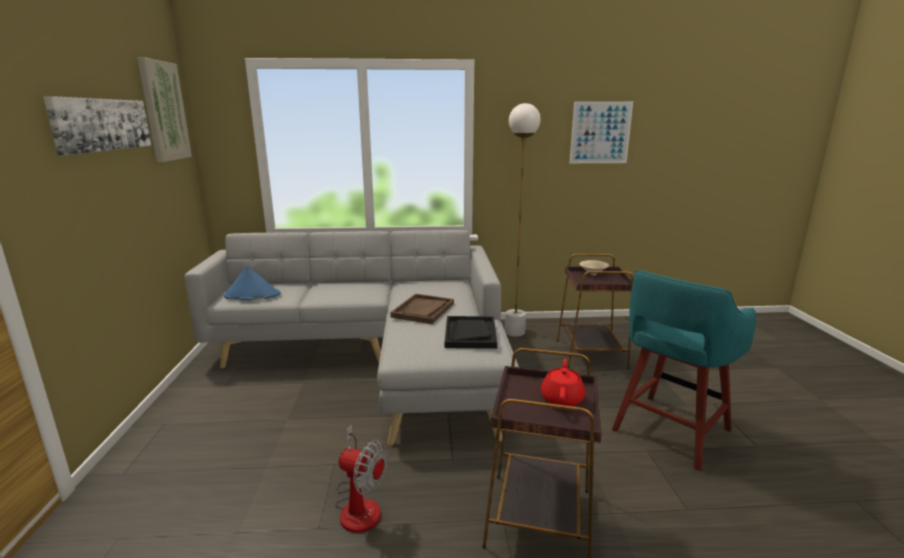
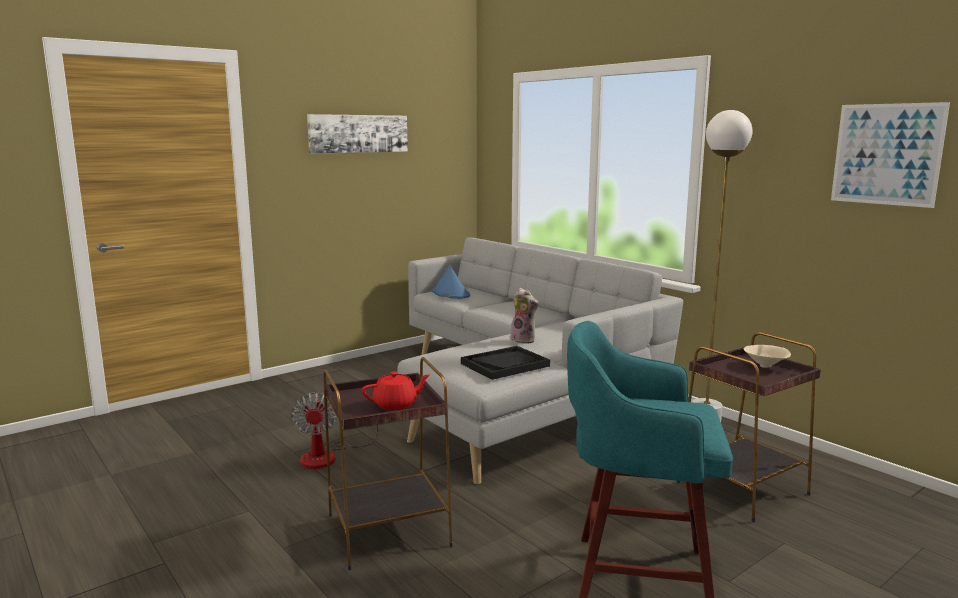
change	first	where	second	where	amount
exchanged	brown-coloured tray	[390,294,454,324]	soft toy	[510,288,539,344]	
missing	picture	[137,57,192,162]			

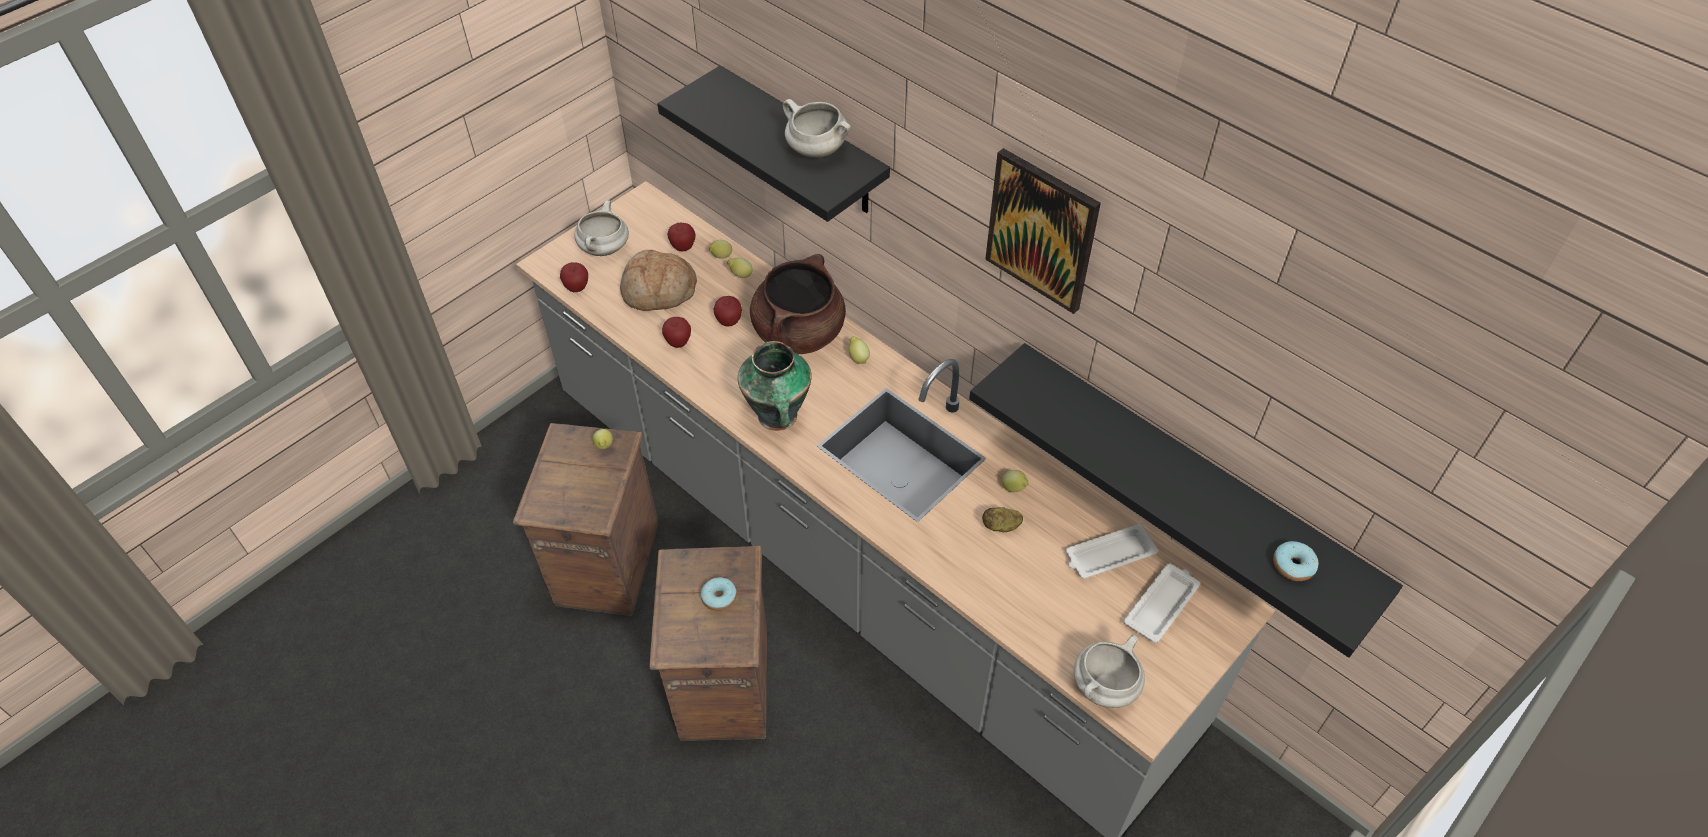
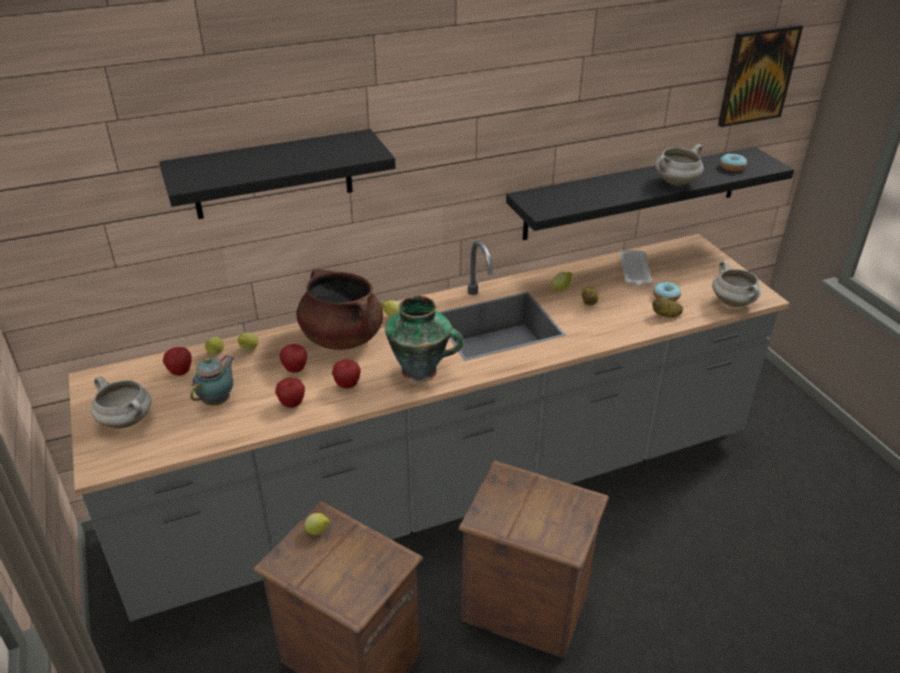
change	first	where	second	where	amount
exchanged	bread	[620,250,697,311]	teapot	[190,355,234,406]	
relocated	apple	[560,262,588,292]		[332,359,361,388]	
appeared			whole potato	[652,298,683,318]	
relocated	doughnut	[700,577,737,611]		[653,282,681,301]	
relocated	white-coloured cooking pot	[783,99,851,158]		[655,144,704,186]	
relocated	picture	[985,148,1101,314]		[718,24,803,127]	
missing	white-coloured tray	[1124,564,1200,643]			

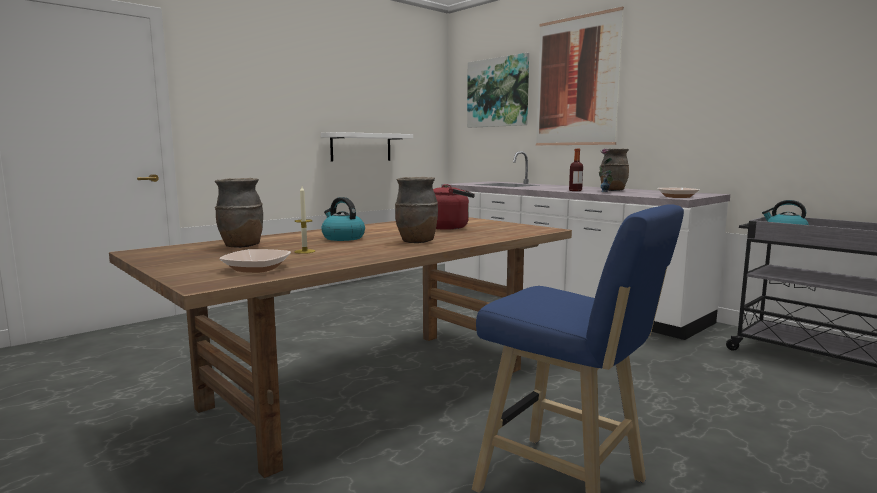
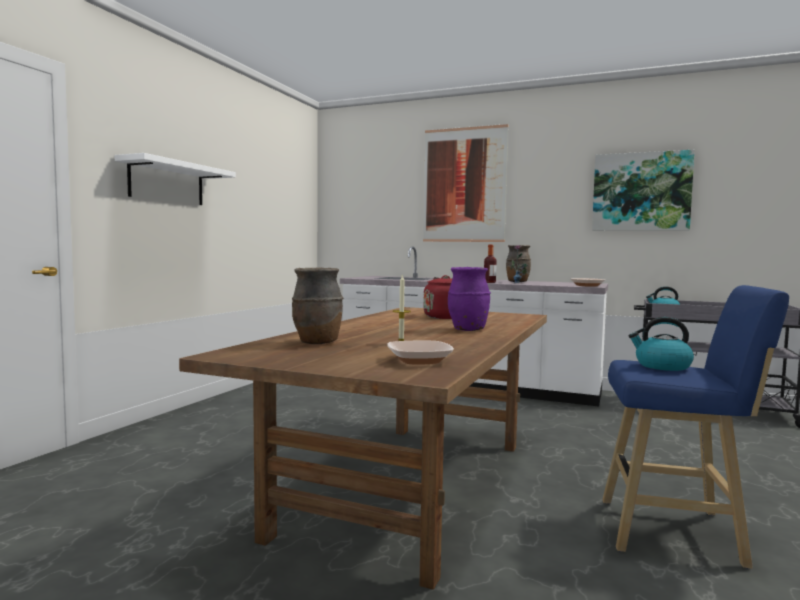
change	first	where	second	where	amount
relocated	white-coloured bracket shelf	[321,132,413,161]		[115,153,236,205]	
colour	brown-coloured flower vase	[395,177,438,243]	purple flower vase	[448,267,491,331]	
relocated	picture	[467,53,529,128]		[592,150,695,231]	
relocated	kettle	[321,197,365,241]		[628,317,694,371]	

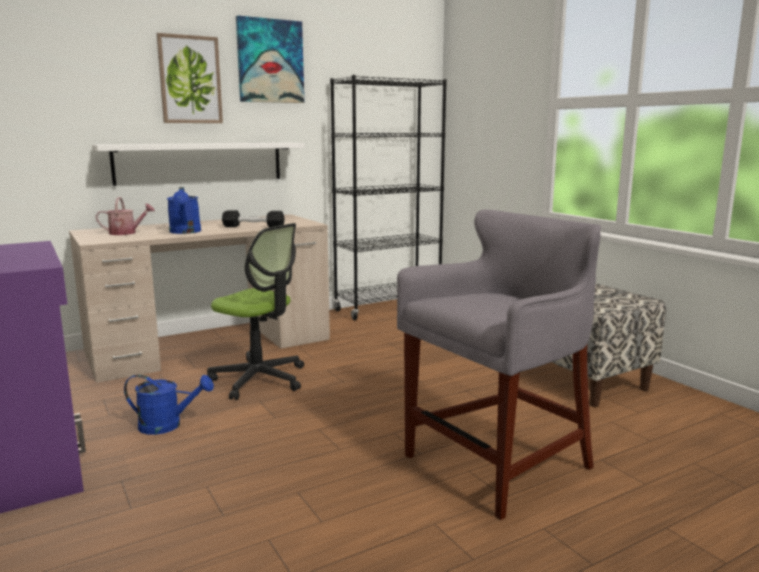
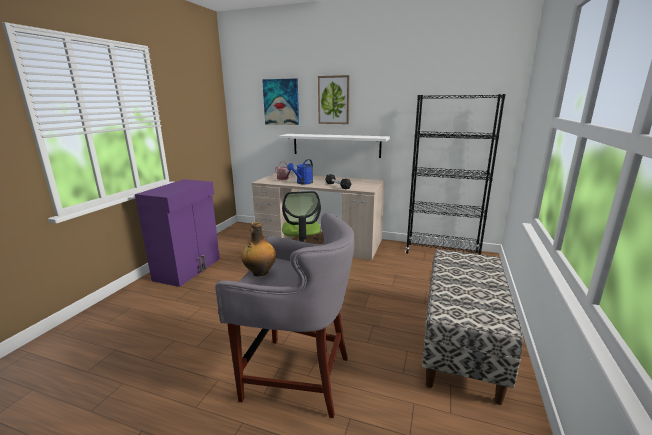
change	first	where	second	where	amount
appeared			drink bottle	[241,222,276,276]	
relocated	picture	[236,16,304,103]		[262,78,299,125]	
missing	blue watering pot	[124,374,214,435]			

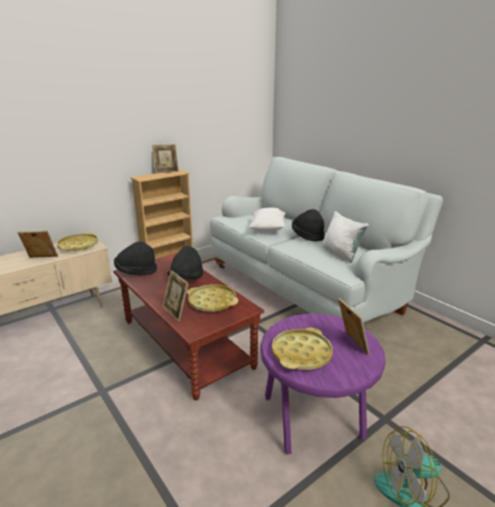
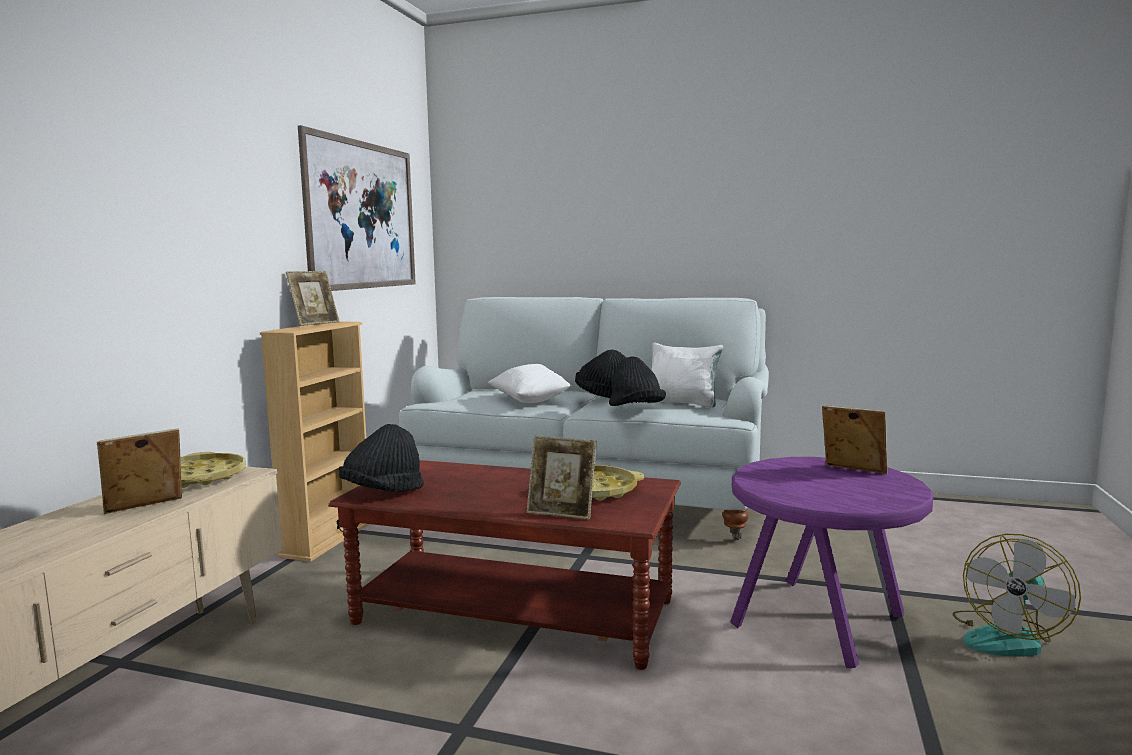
change	first	where	second	where	amount
appeared			picture	[298,125,416,291]	
relocated	black-coloured clothing hat	[167,246,203,279]		[609,356,666,406]	
missing	yellow-coloured tray	[272,328,333,370]			

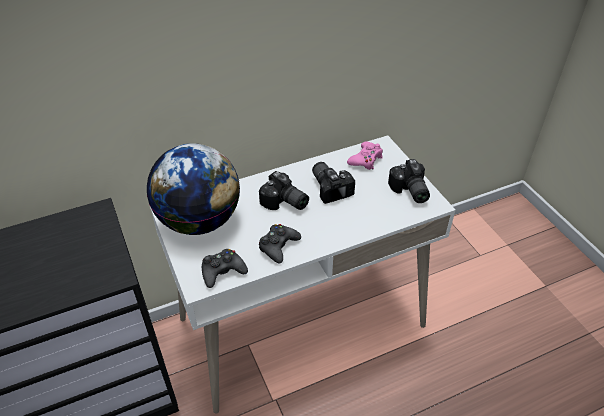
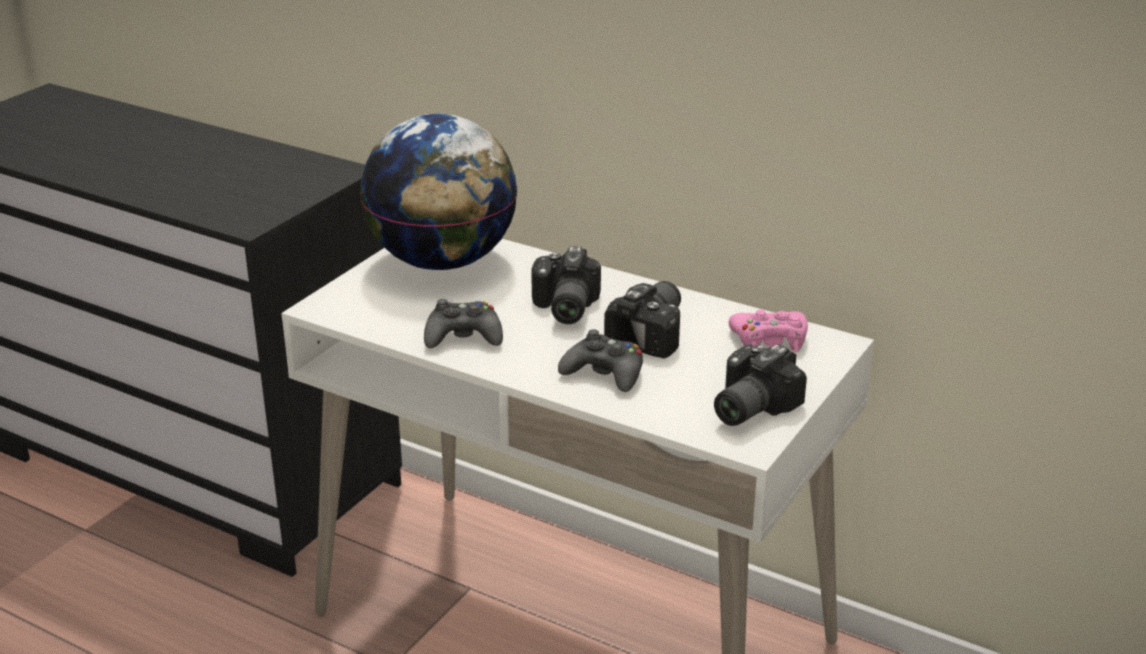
change	first	where	second	where	amount
relocated	black-coloured joypad	[202,249,248,288]		[558,329,643,392]	

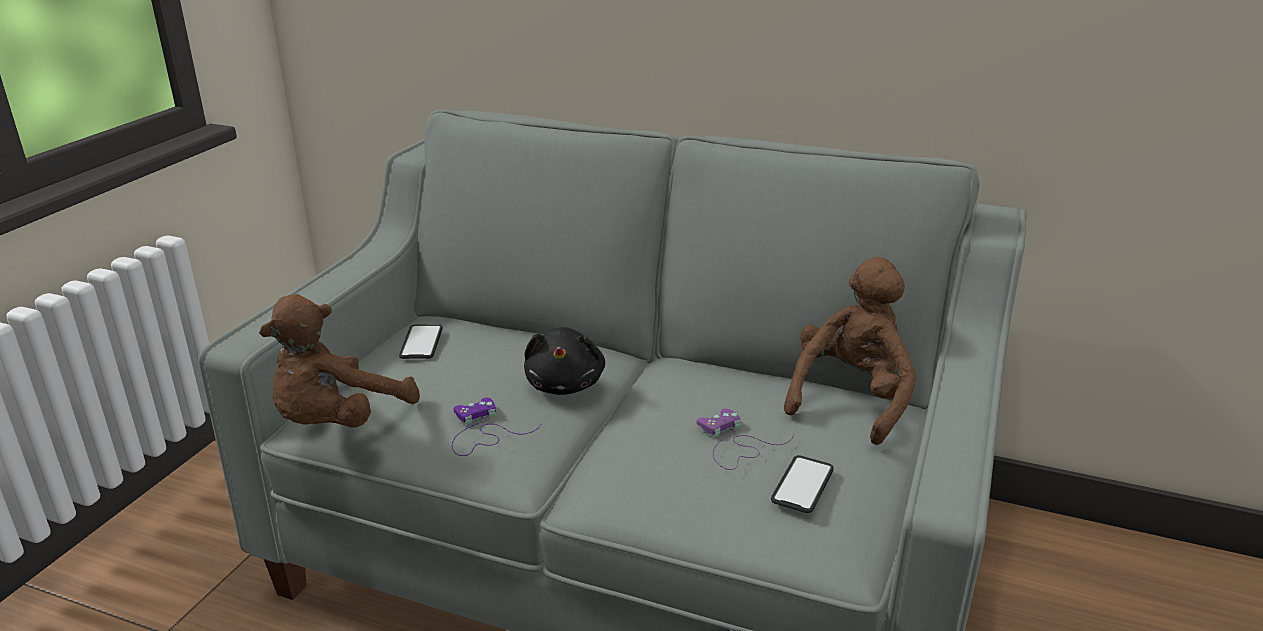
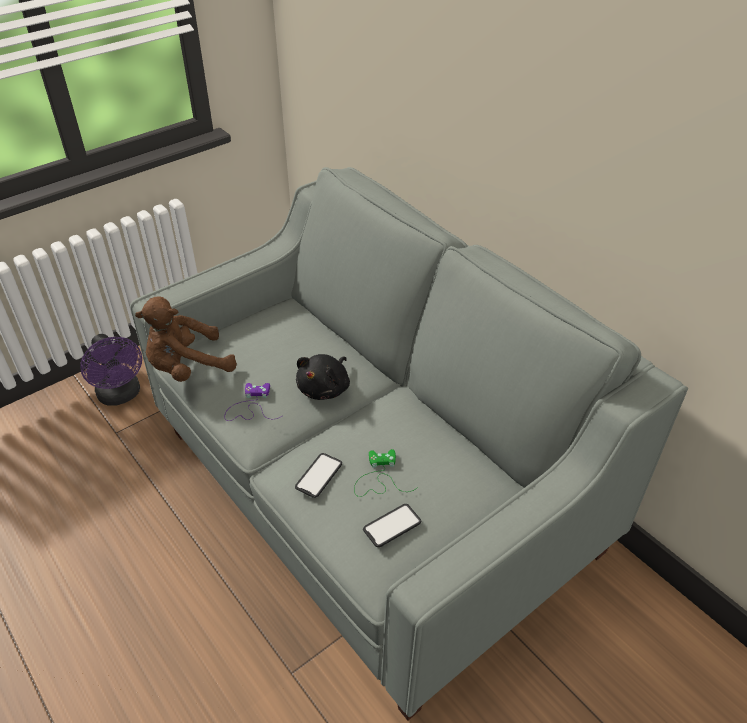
change	first	where	second	where	amount
appeared			purple fan	[80,334,142,406]	
relocated	phone	[399,324,443,359]		[295,453,342,498]	
colour	purple joypad	[696,409,794,470]	green joypad	[354,449,418,497]	
missing	brown-coloured soft toy	[784,257,916,445]			

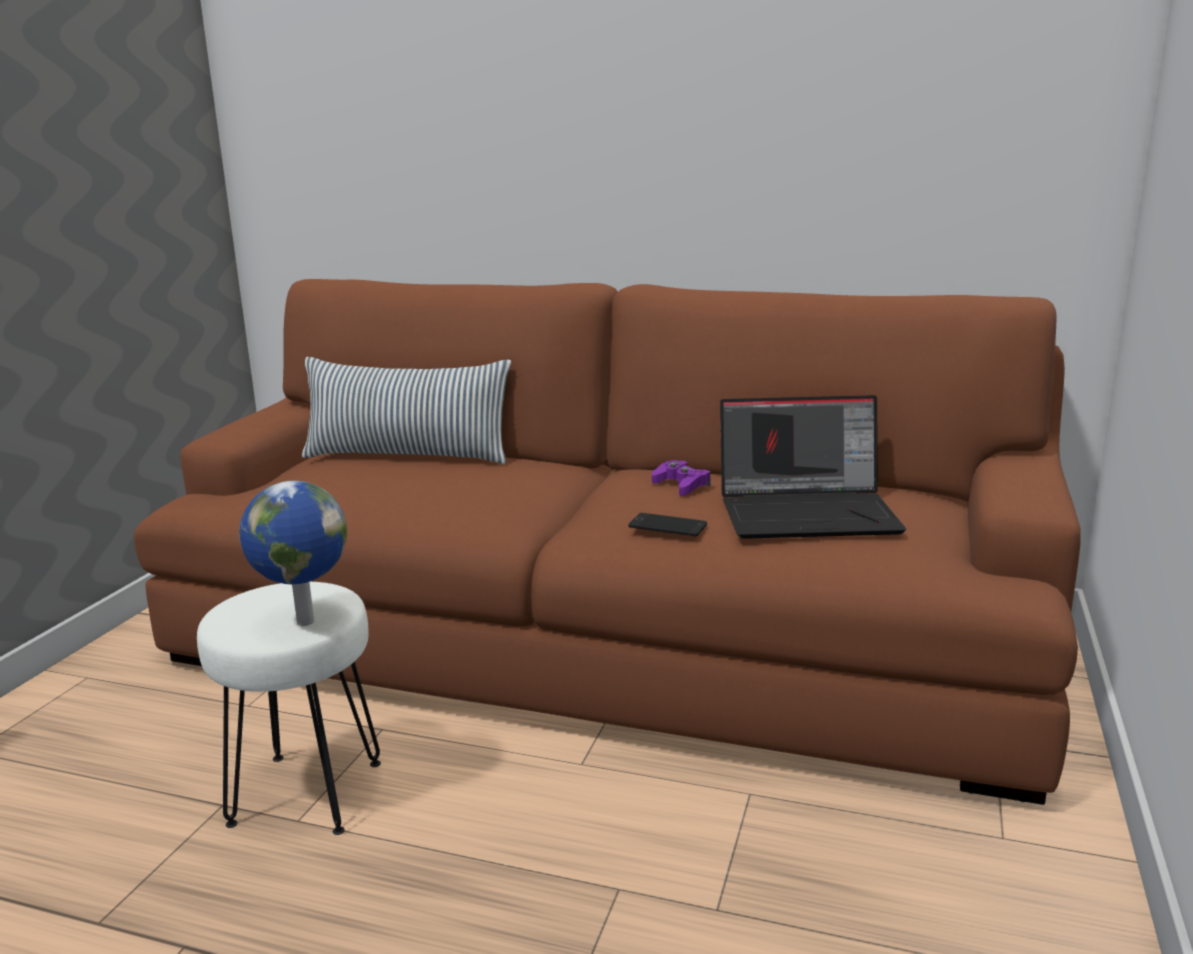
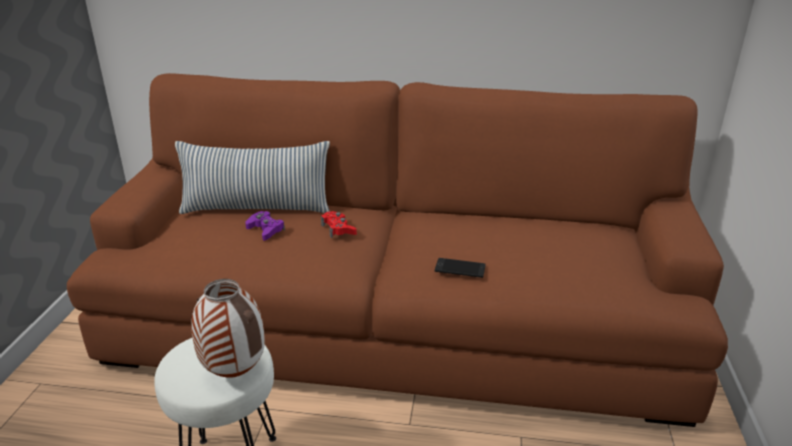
change	first	where	second	where	amount
exchanged	world globe	[239,481,347,626]	flower vase	[191,279,265,378]	
relocated	purple joypad	[652,460,711,496]		[245,211,285,241]	
appeared			reddish joypad	[321,211,357,238]	
missing	laptop	[720,395,906,539]			

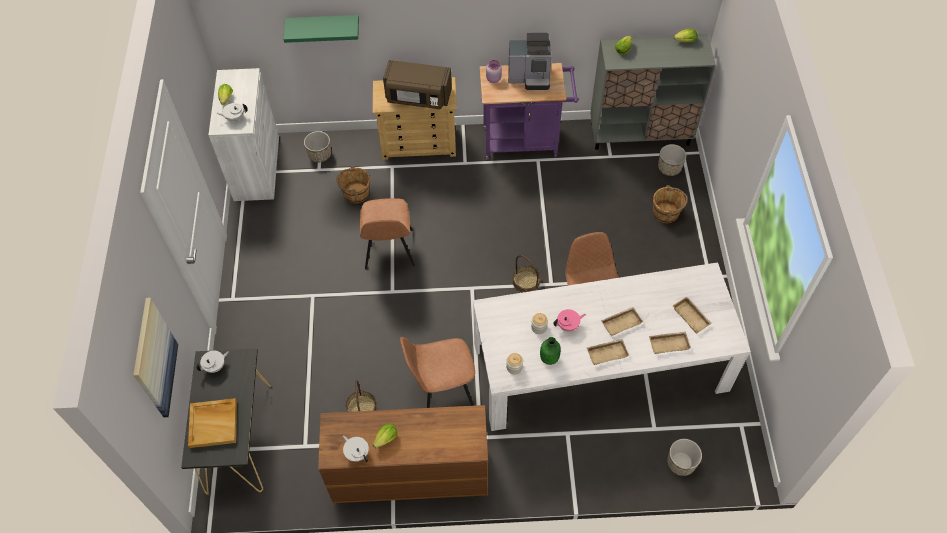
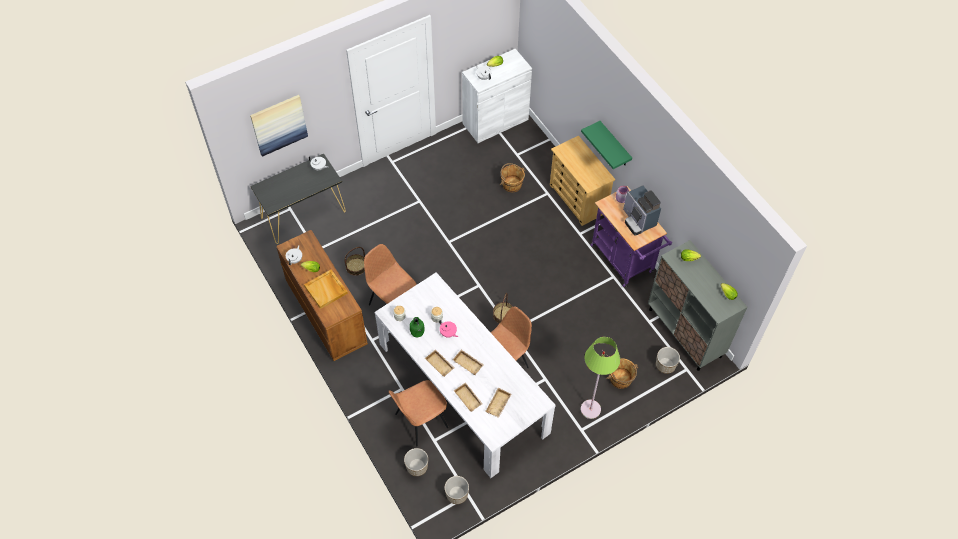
change	first	where	second	where	amount
relocated	sand-coloured tray	[188,398,237,448]		[304,270,348,309]	
relocated	brown-coloured chair	[360,198,415,270]		[389,380,448,446]	
relocated	planter	[304,131,331,163]		[445,476,469,504]	
relocated	green bracket shelf	[283,15,359,43]		[581,121,632,169]	
appeared			green floor lamp	[581,337,620,419]	
missing	brown-coloured microwave oven	[383,60,452,109]			

